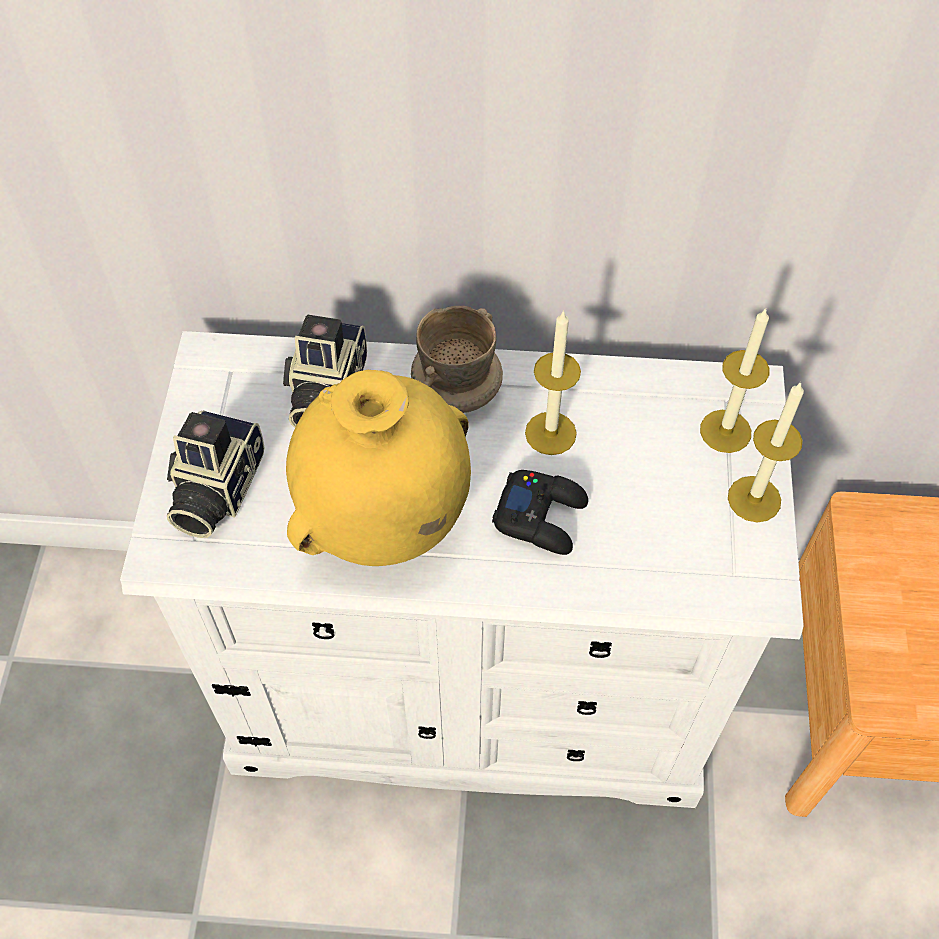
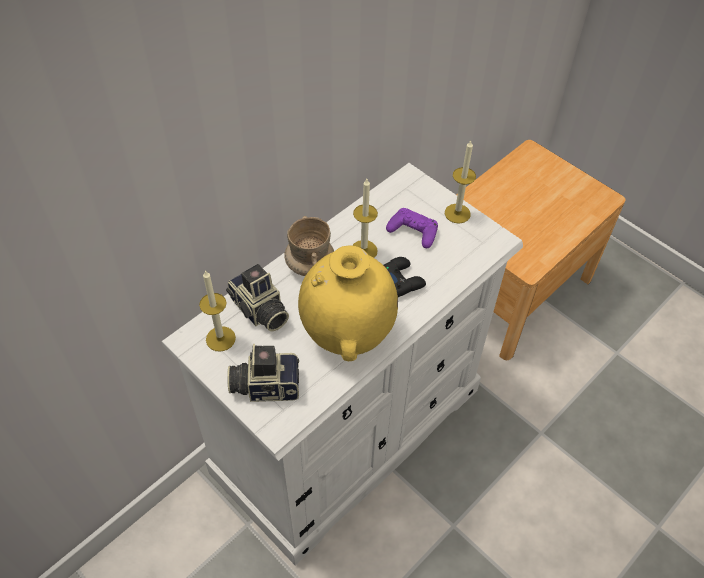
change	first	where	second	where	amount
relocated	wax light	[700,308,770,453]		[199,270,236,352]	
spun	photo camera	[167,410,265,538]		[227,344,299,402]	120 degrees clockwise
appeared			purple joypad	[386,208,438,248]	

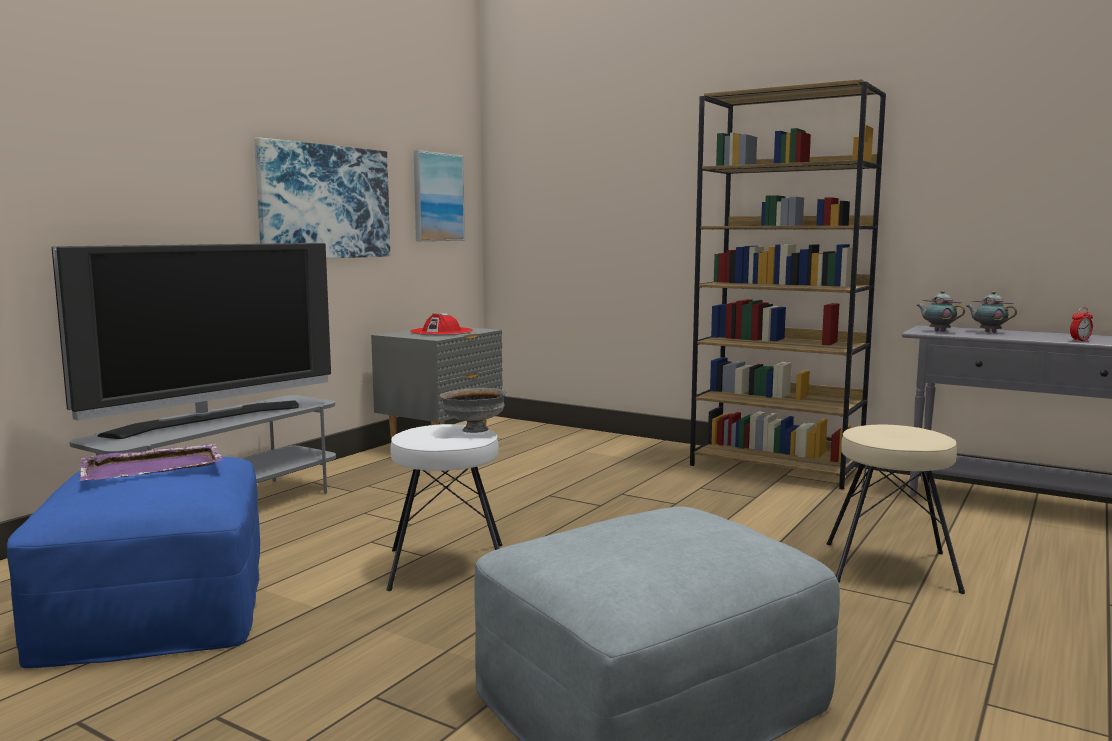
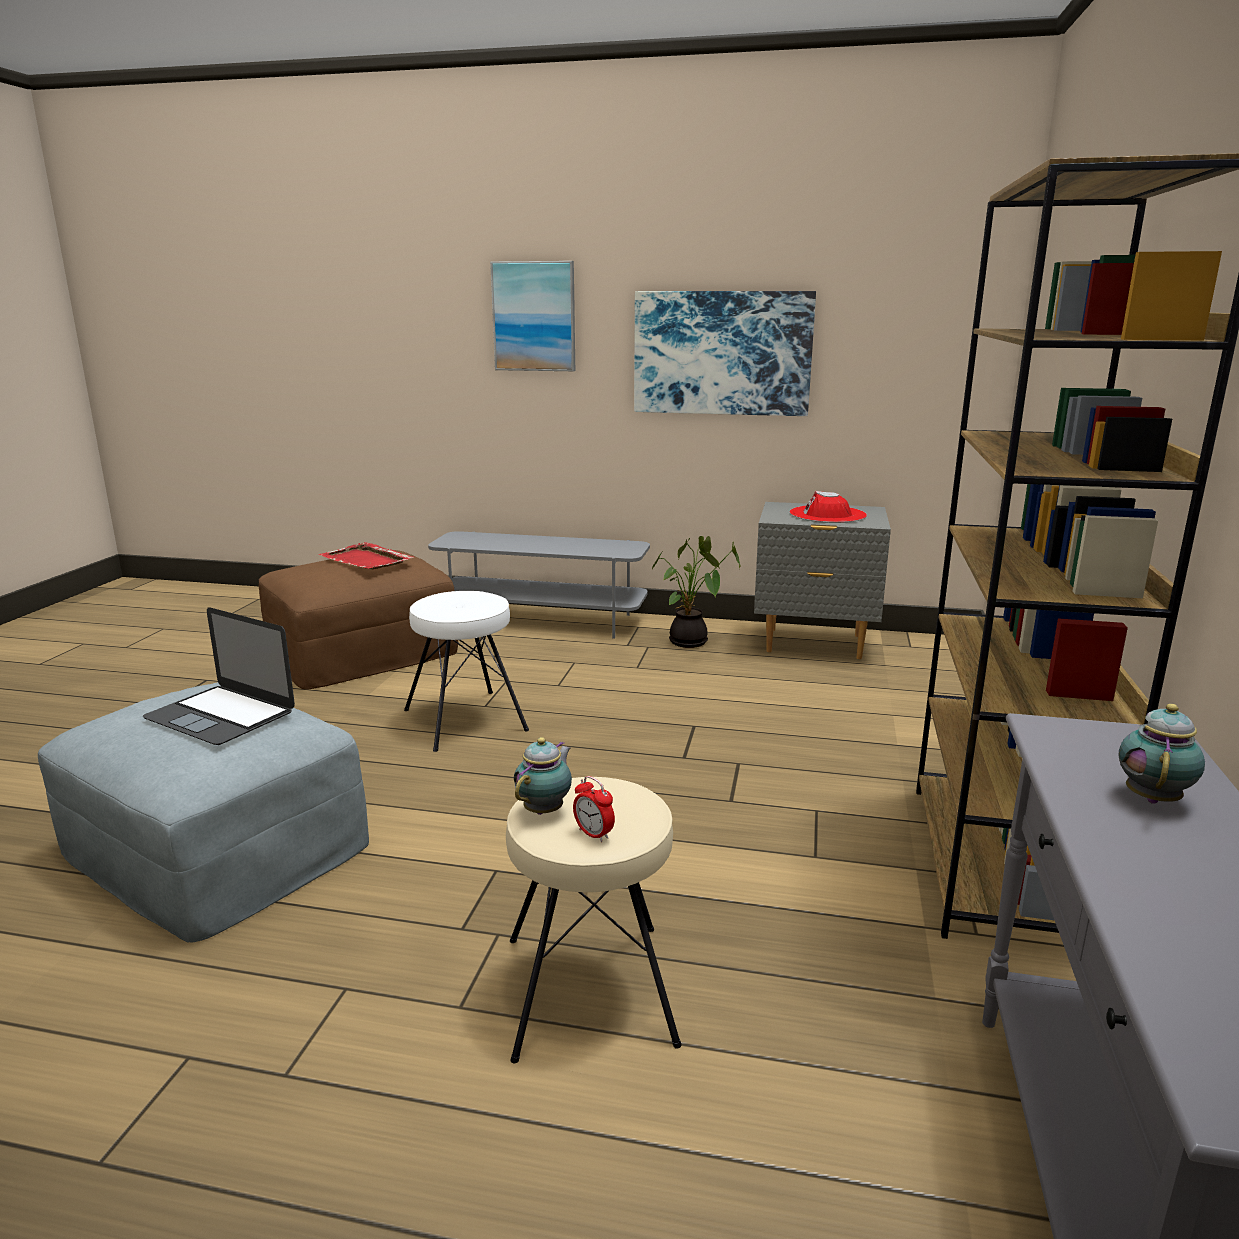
change	first	where	second	where	amount
appeared			laptop	[143,607,295,745]	
colour	blue ottoman	[7,457,260,668]	brown-coloured ottoman	[259,550,458,689]	
colour	purple tray	[79,443,223,481]	reddish tray	[318,542,413,570]	
relocated	picture	[414,150,465,241]		[490,261,575,371]	
relocated	teapot	[917,290,965,332]		[514,737,572,815]	
relocated	bedside clock	[1070,307,1093,342]		[573,776,615,842]	
appeared			houseplant	[652,536,740,648]	
missing	TV set	[52,243,331,439]			
missing	greyish bowl	[440,388,507,433]			

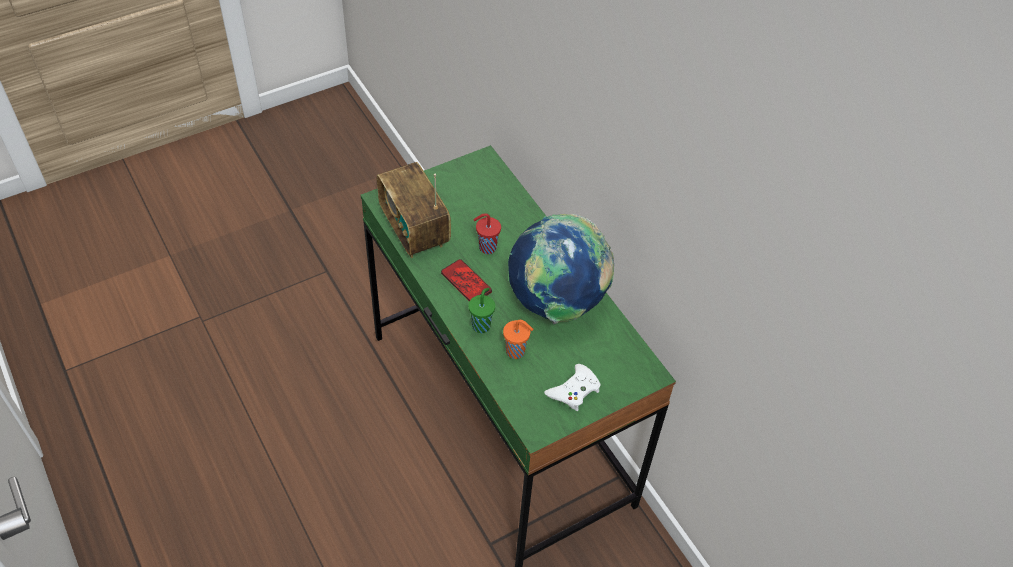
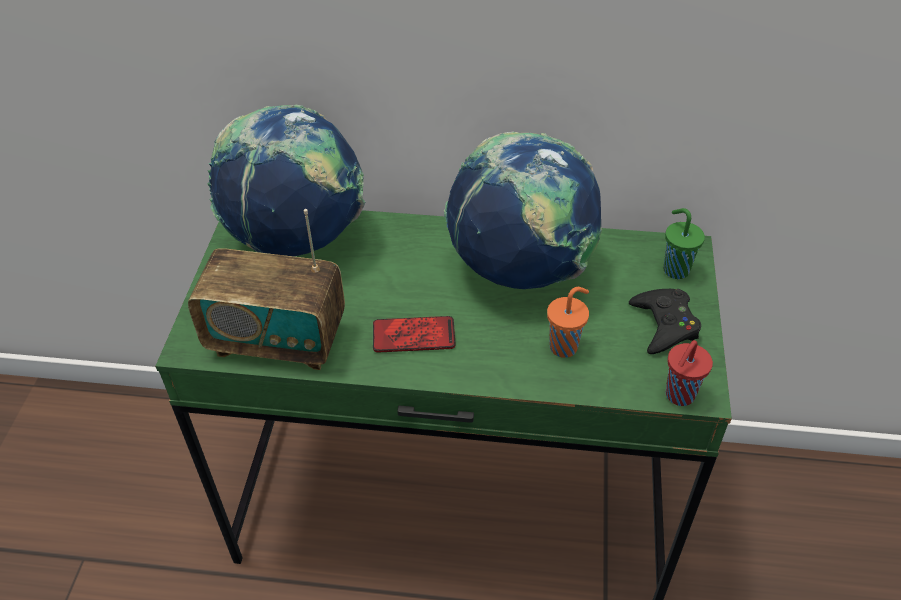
change	first	where	second	where	amount
appeared			world globe	[207,105,365,256]	
colour	white-coloured joypad	[544,364,601,411]	black-coloured joypad	[629,289,701,354]	
relocated	green cup	[468,288,495,333]		[664,208,705,279]	
relocated	reddish cup	[473,213,501,254]		[666,340,713,406]	

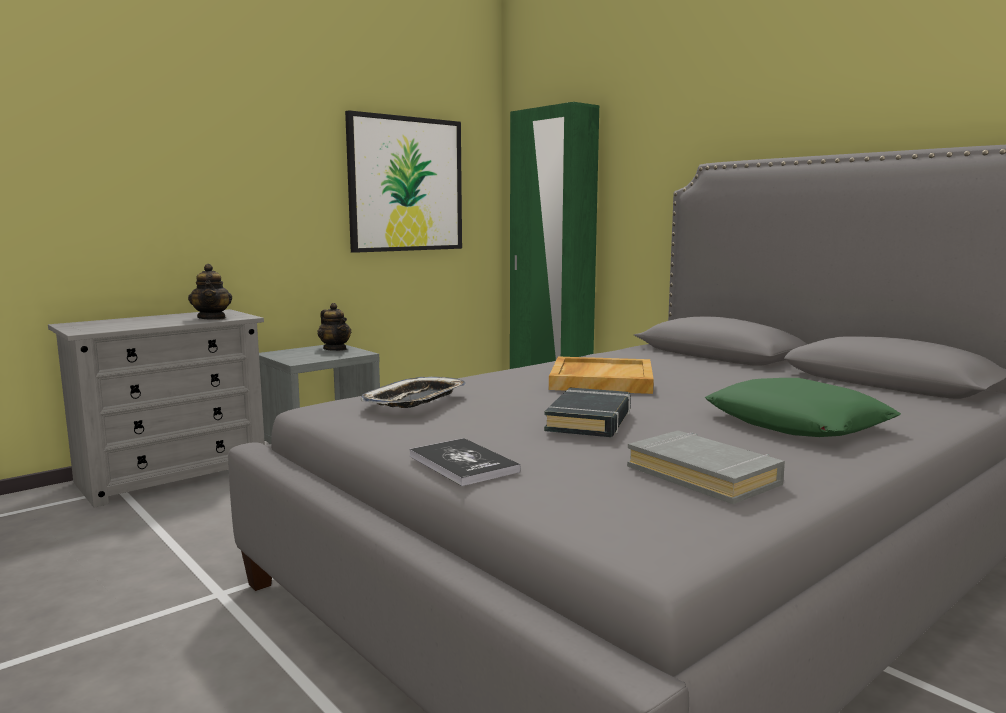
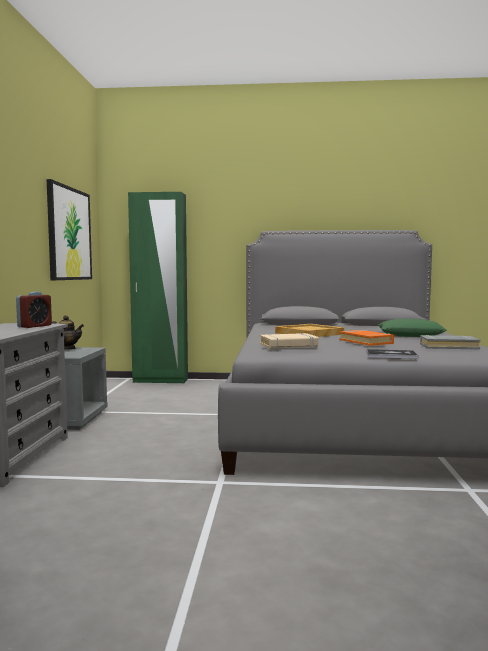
change	first	where	second	where	amount
exchanged	teapot	[188,264,232,320]	bedside clock	[16,292,52,328]	
exchanged	tray	[360,377,466,408]	sand-coloured bound book	[260,333,318,349]	
colour	black-coloured bound book	[544,387,631,437]	orange-coloured bound book	[339,330,394,346]	

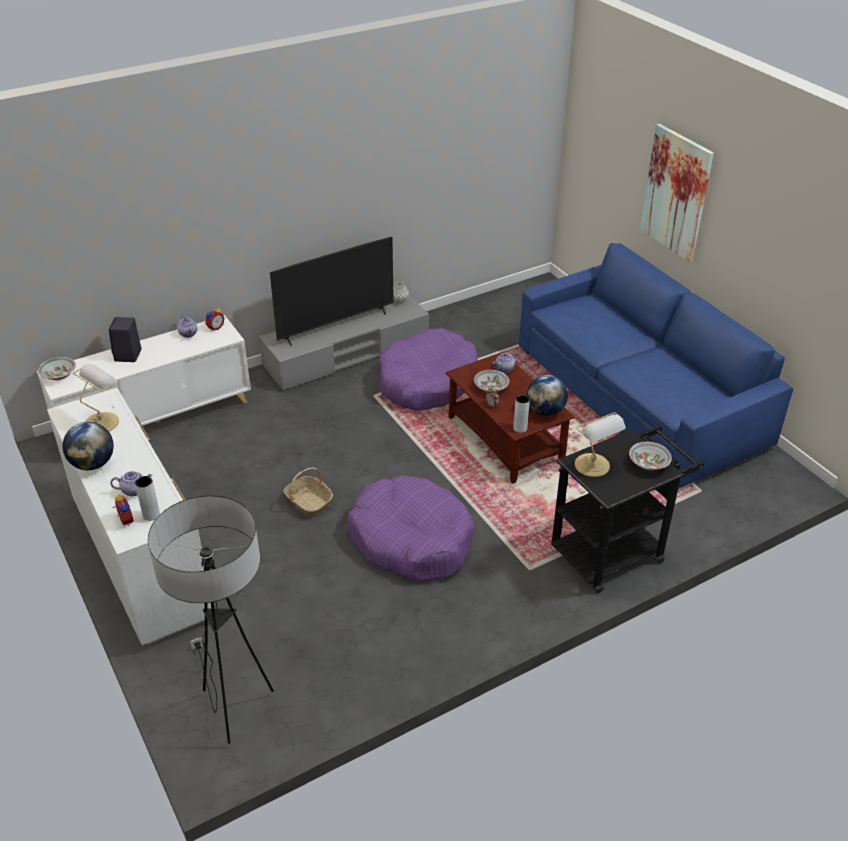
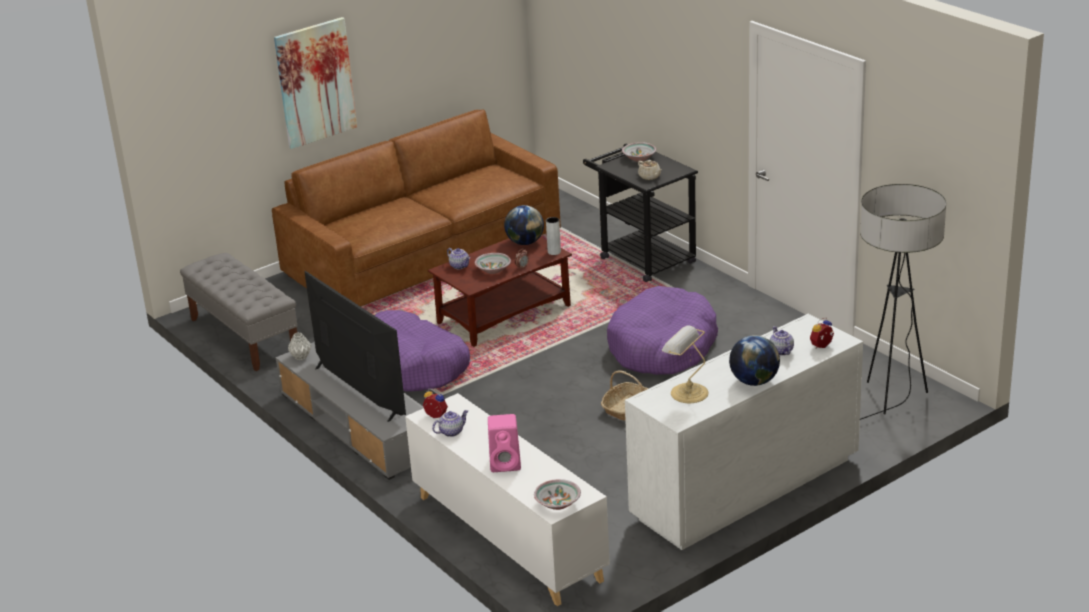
change	first	where	second	where	amount
appeared			greyish indoor bench	[180,253,297,371]	
colour	blue couch	[519,243,793,488]	brown-coloured couch	[272,109,561,307]	
colour	black-coloured speaker	[109,317,141,362]	pink-coloured speaker	[488,414,521,472]	
exchanged	lamp for a table	[575,412,626,477]	sand-coloured teapot	[638,160,662,180]	
missing	greyish flower vase	[135,476,160,521]			

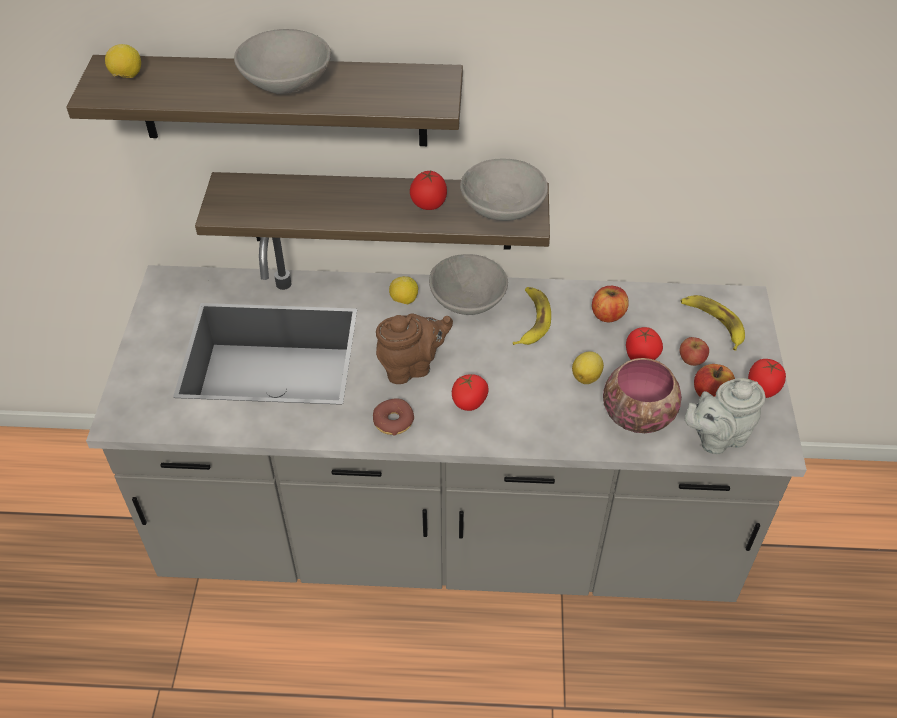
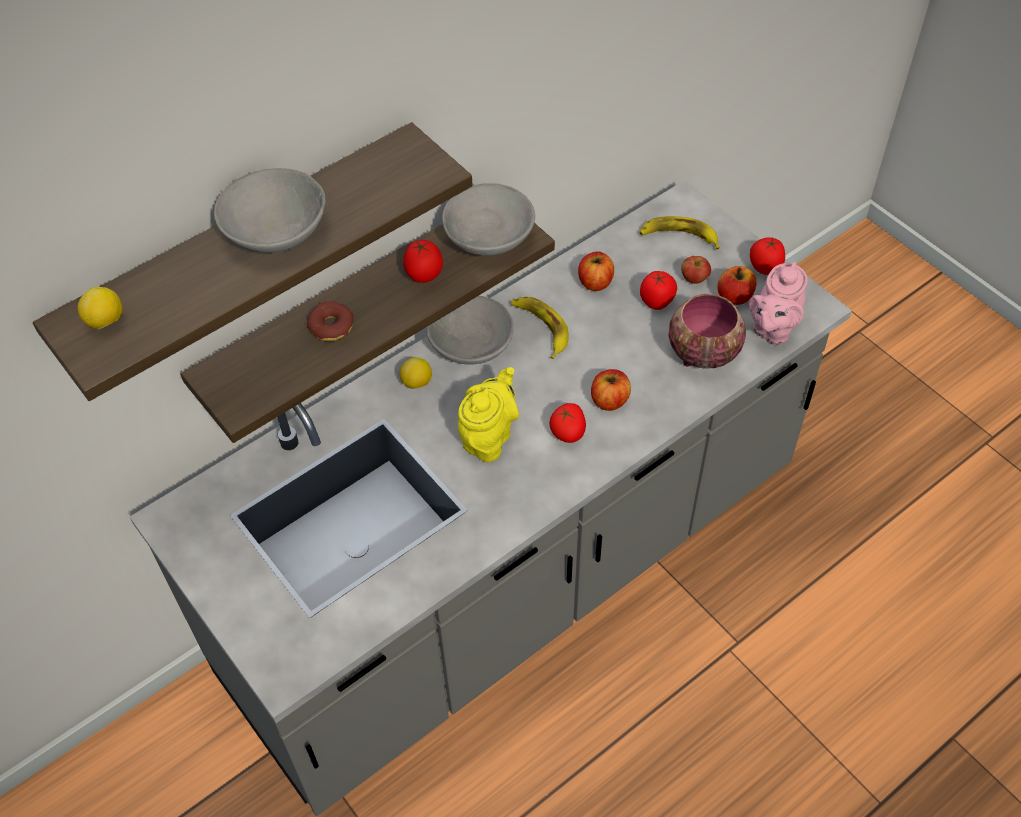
change	first	where	second	where	amount
relocated	doughnut	[373,398,414,436]		[307,301,354,341]	
colour	brown-coloured teapot	[376,313,453,384]	yellow-coloured teapot	[458,367,519,462]	
appeared			apple	[591,369,631,411]	
colour	greyish teapot	[685,378,766,454]	pink-coloured teapot	[749,262,808,345]	
missing	citrus fruit	[572,351,604,384]			

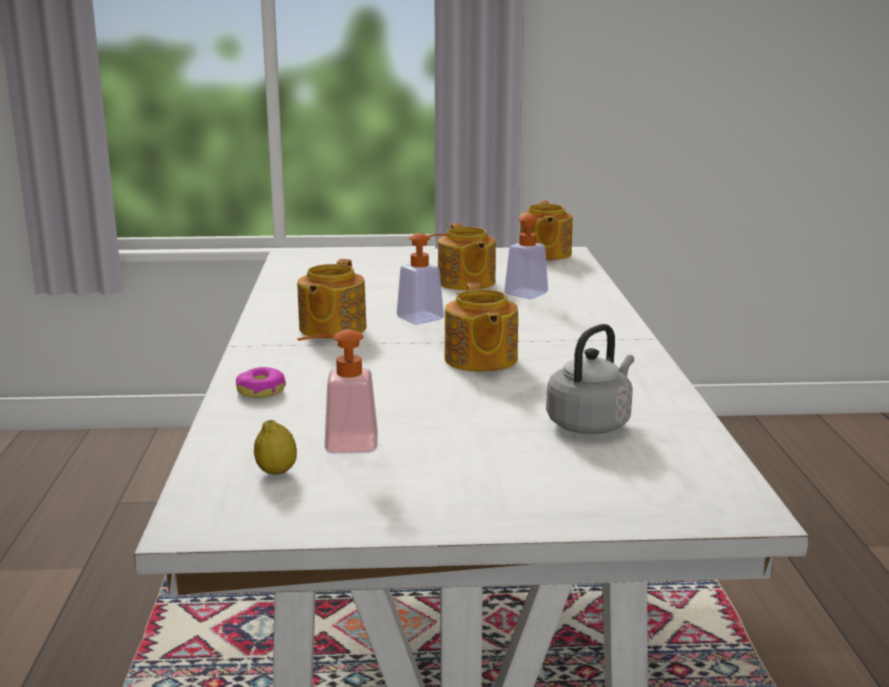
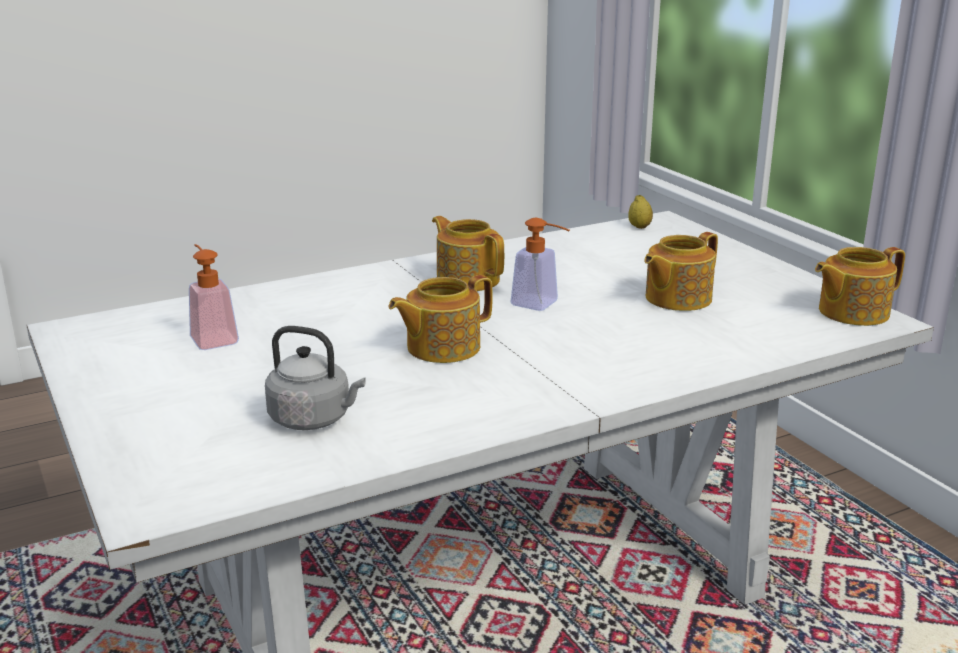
change	first	where	second	where	amount
spun	teapot	[297,259,367,339]		[432,216,504,291]	60 degrees clockwise
relocated	citrus fruit	[254,420,297,474]		[629,195,653,229]	
missing	doughnut	[236,367,286,398]			
missing	soap bottle	[504,214,548,299]			

